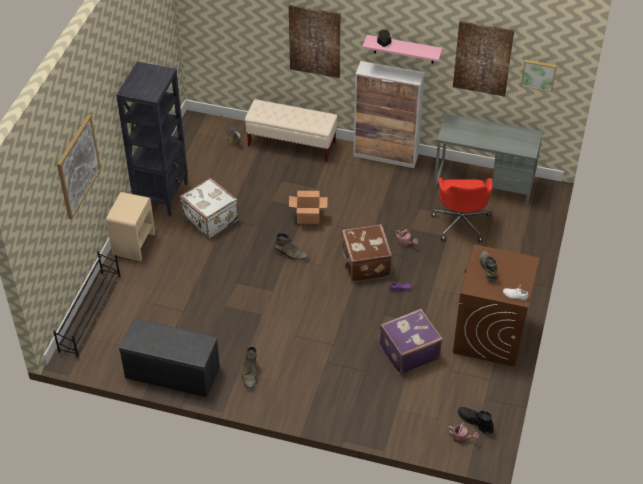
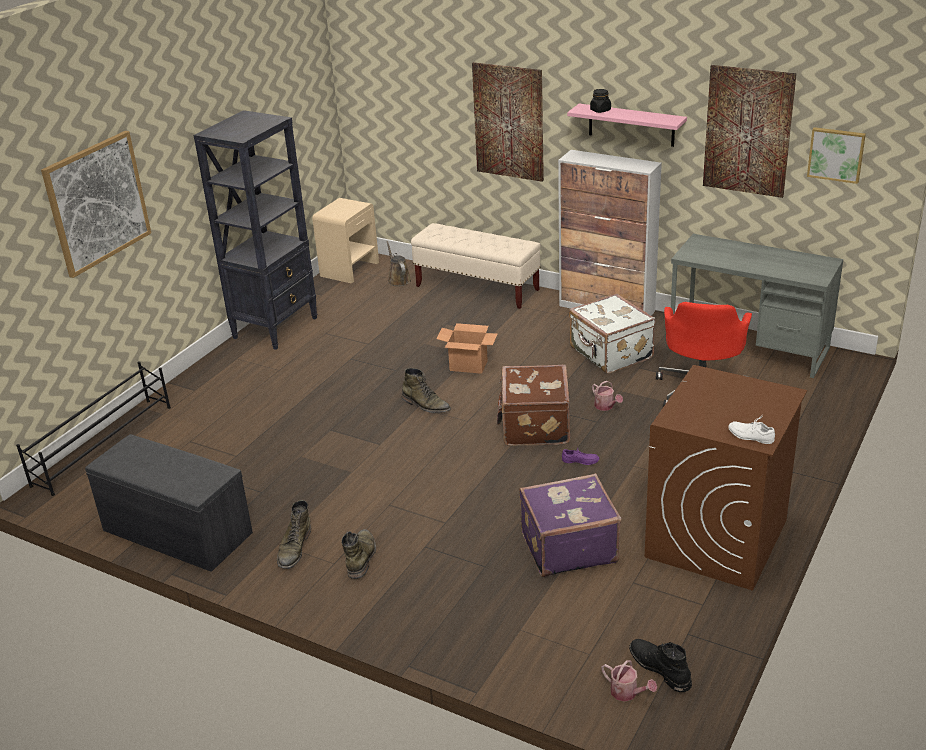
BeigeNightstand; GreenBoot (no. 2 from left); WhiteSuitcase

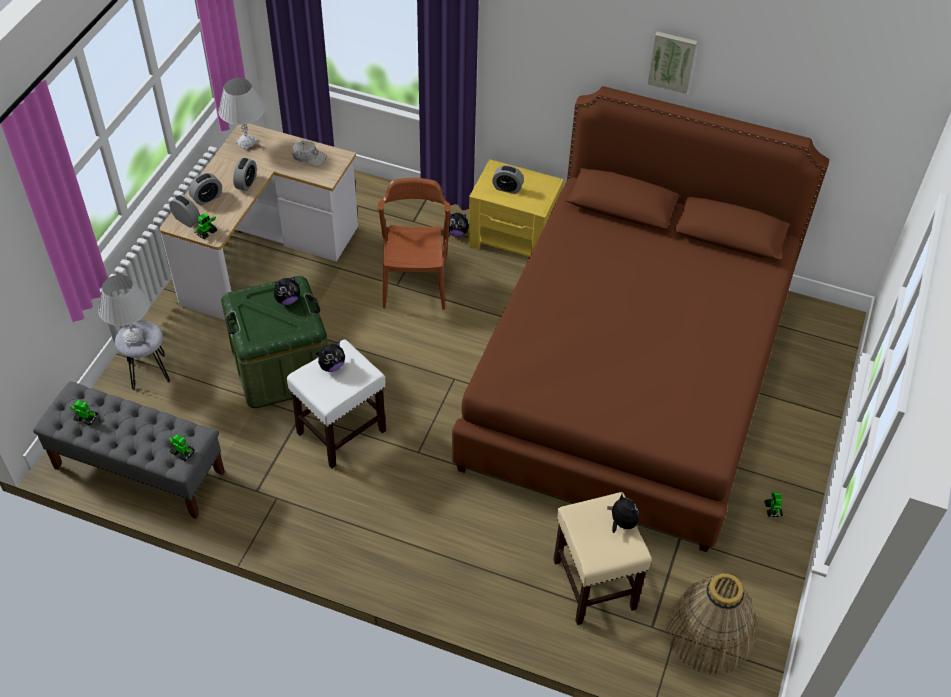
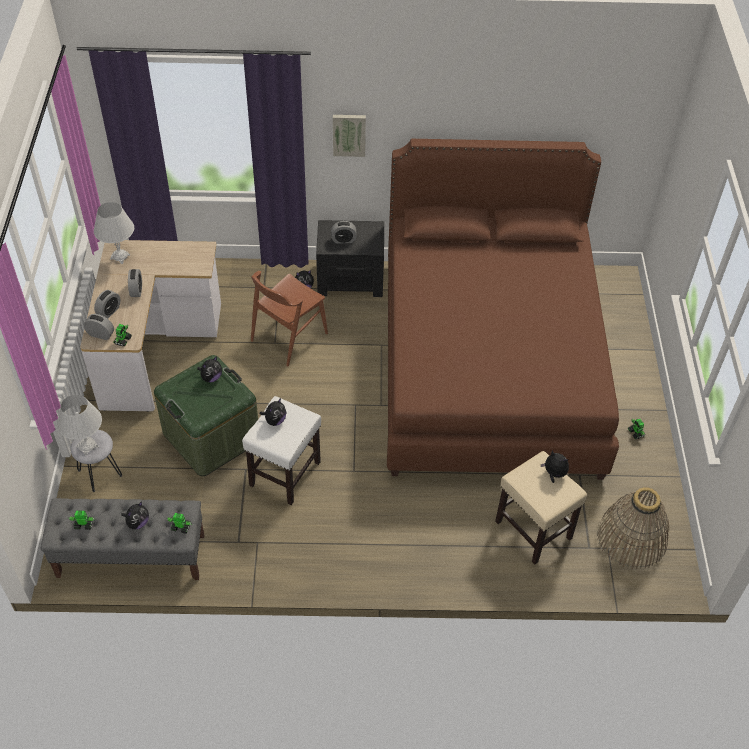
PlushToy (no. 1 from left); BrownChair; BlackNightstand; Picture; WhiteCap

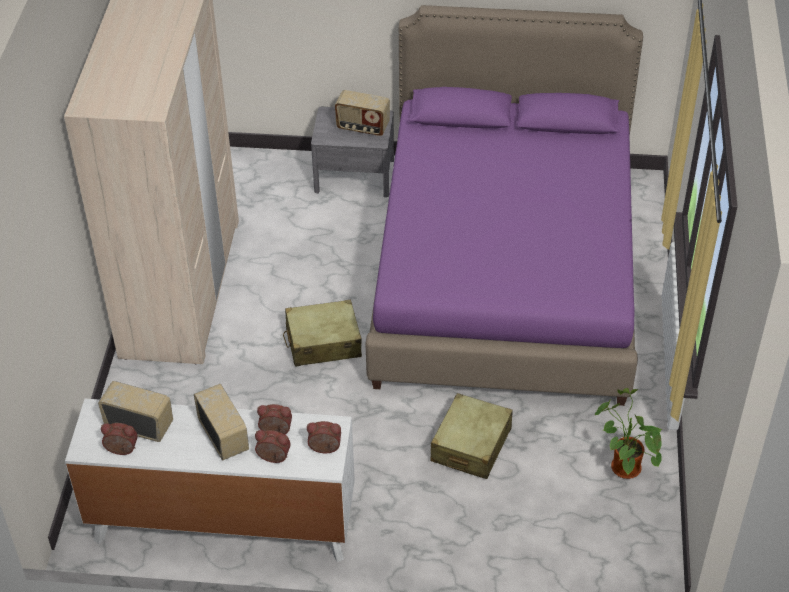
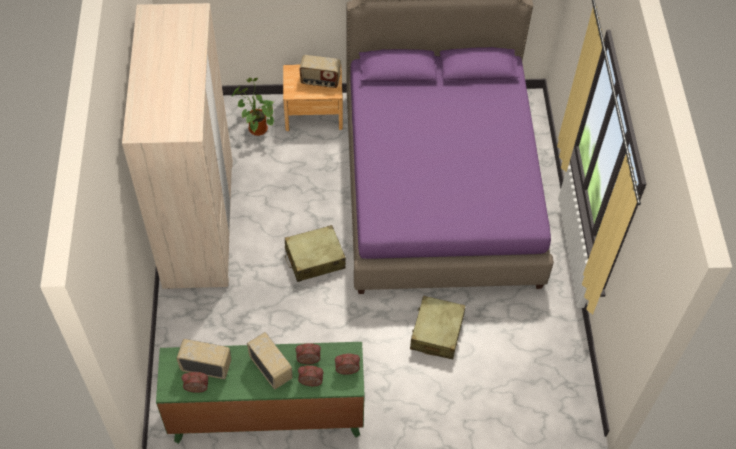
GreenDresser; PottedPlant; BrownNightstand

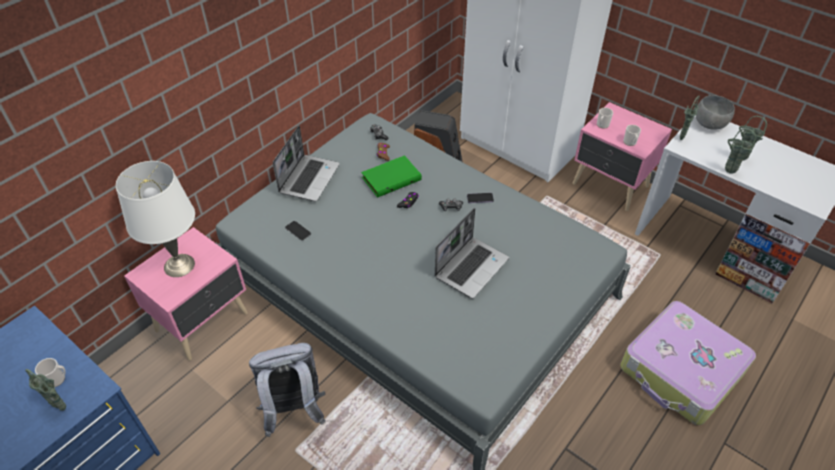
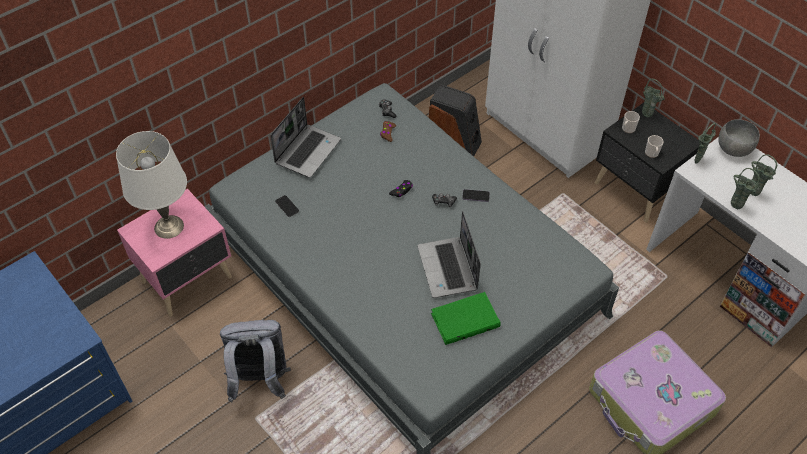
Laptop (no. 2 from left); GreenBook; BlackNightstand; GreenVase (no. 1 from left); Mug (no. 1 from left in the first image)

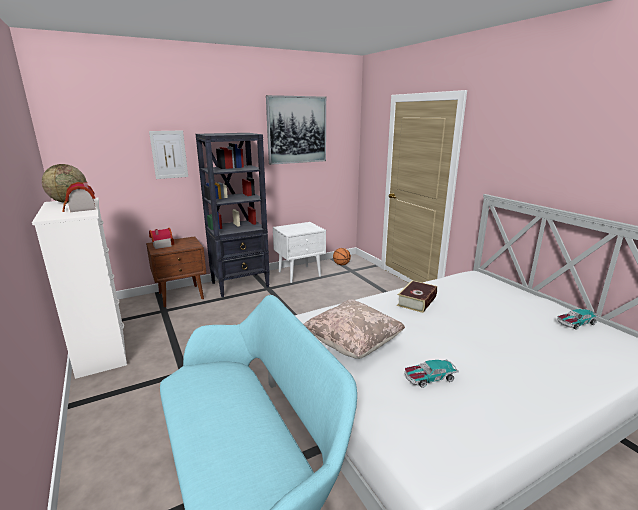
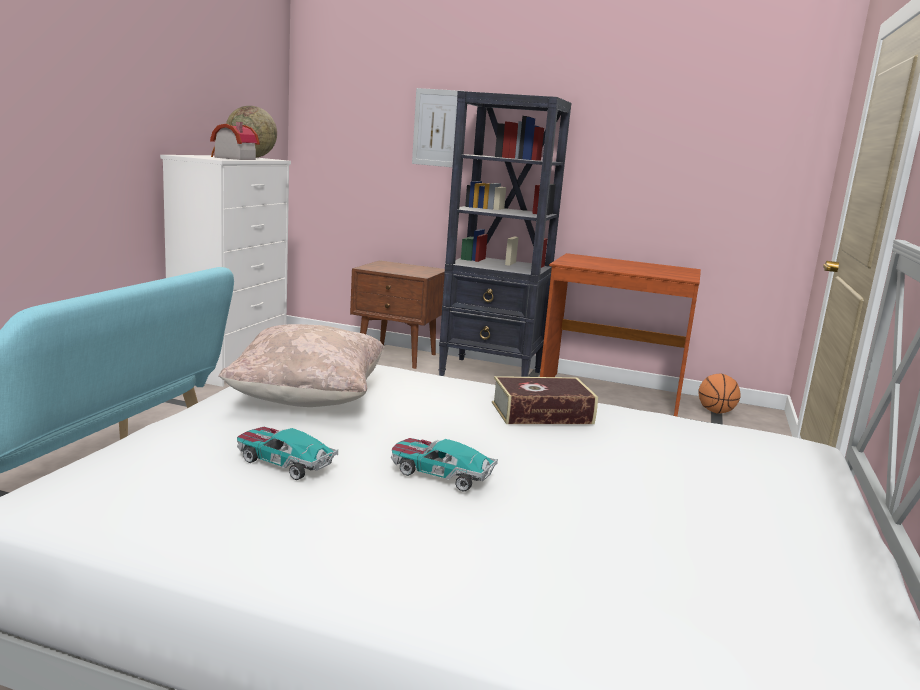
ToyCar (no. 2 from left); BrownDesk; ToyHouse (no. 2 from left in the first image); Picture (no. 2 from left in the first image)

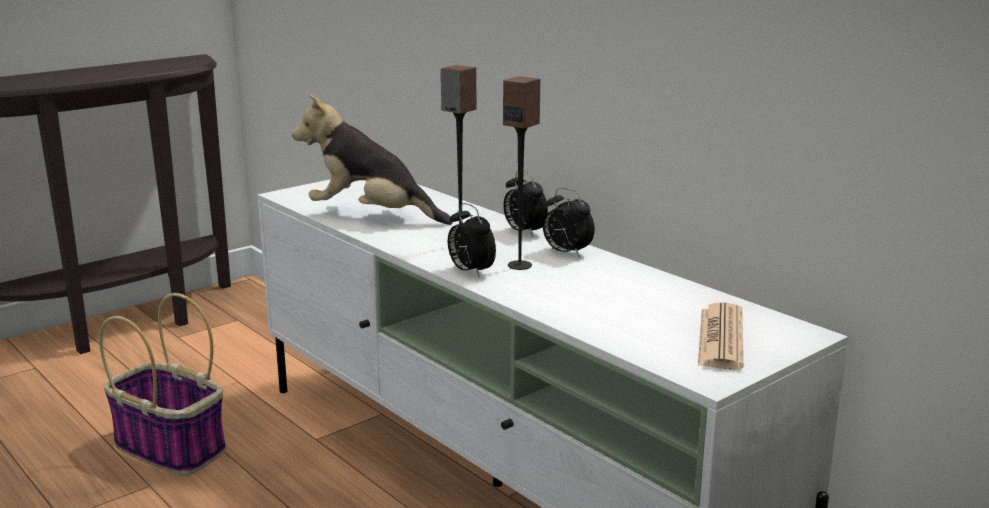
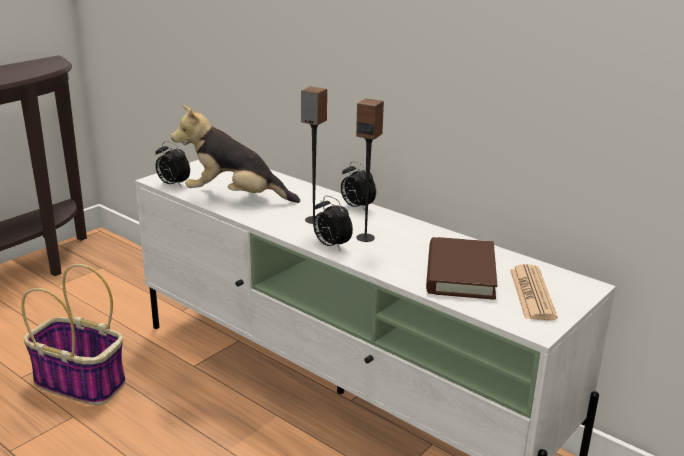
AlarmClock (no. 1 from left); BrownBook

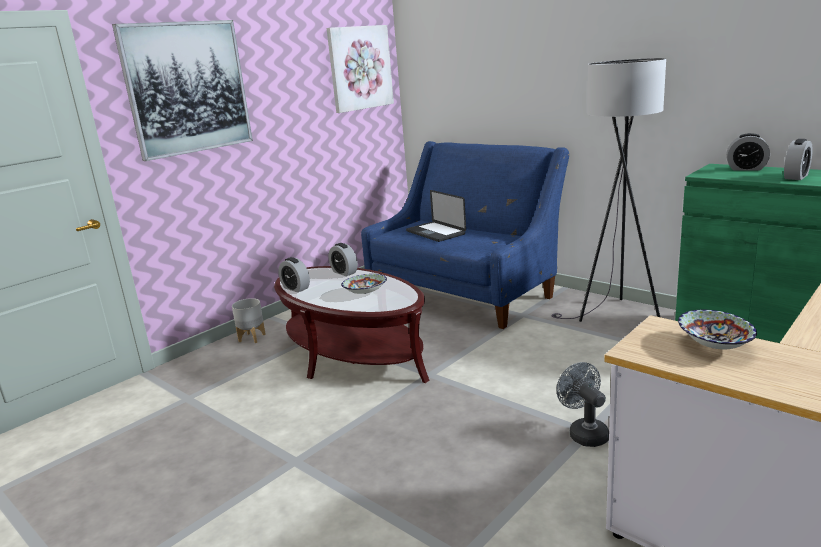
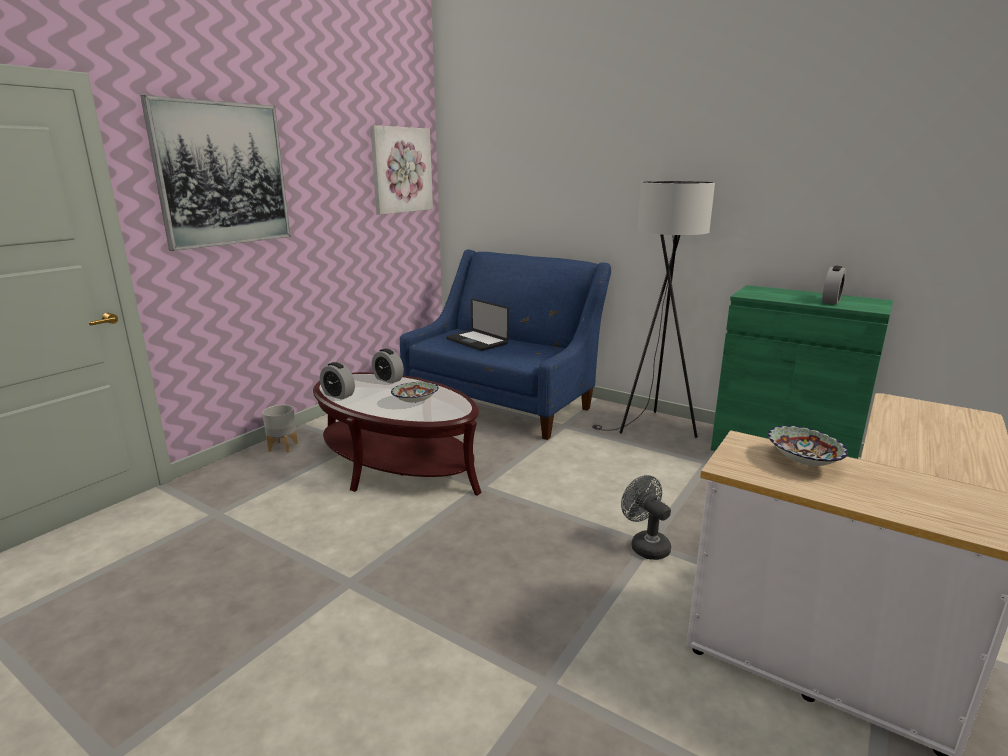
AlarmClock (no. 3 from left in the first image)

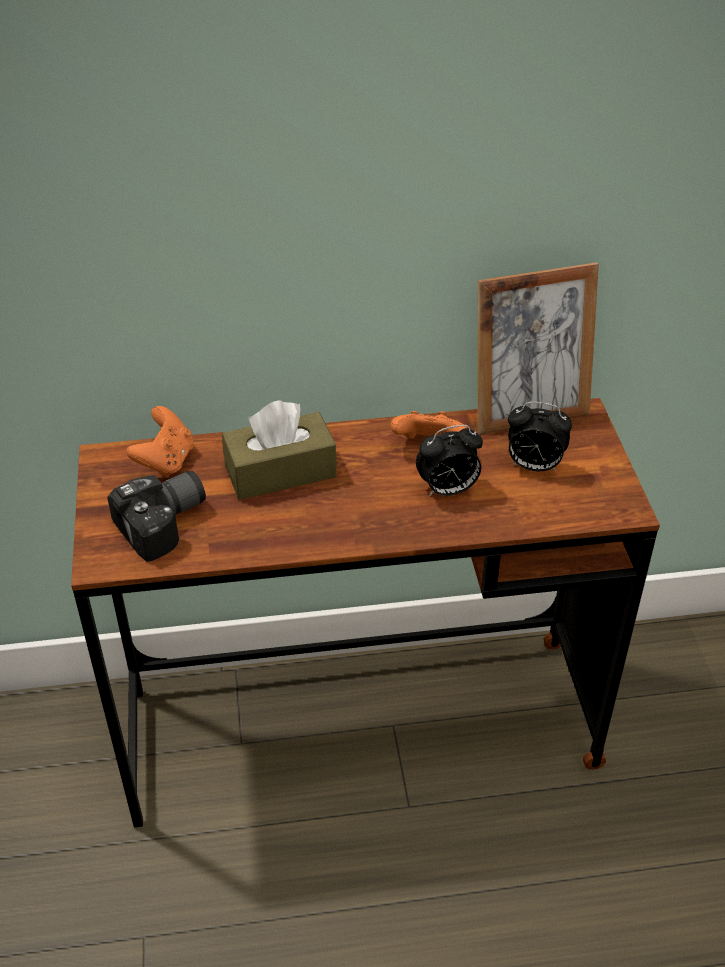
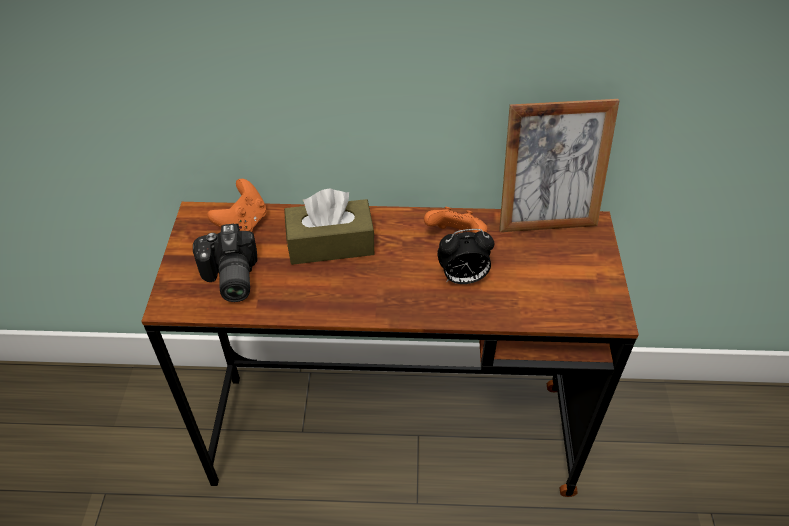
PhotoCamera; AlarmClock (no. 2 from left in the first image)

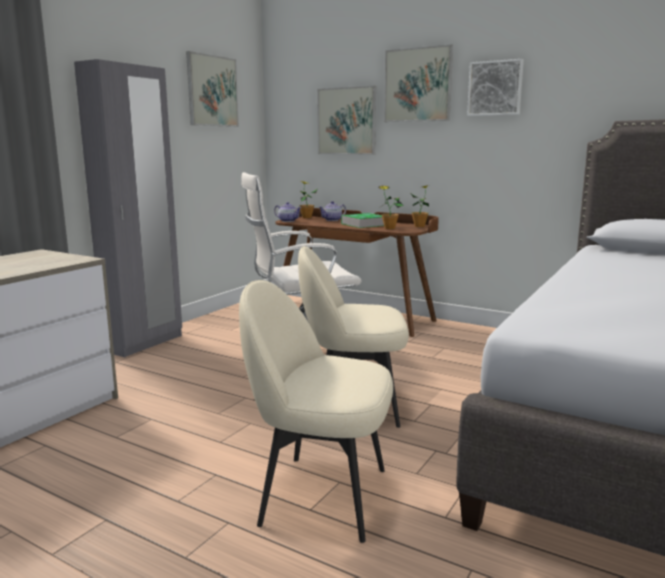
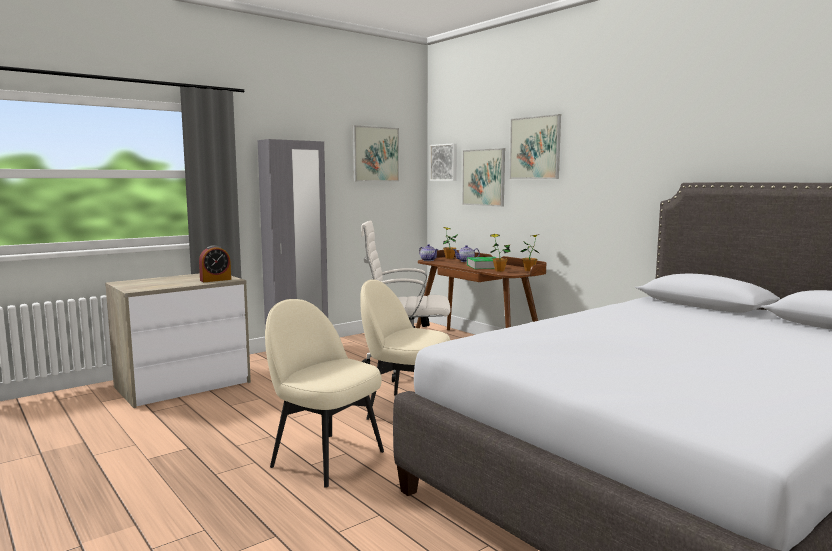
AlarmClock; Picture (no. 2 from left)

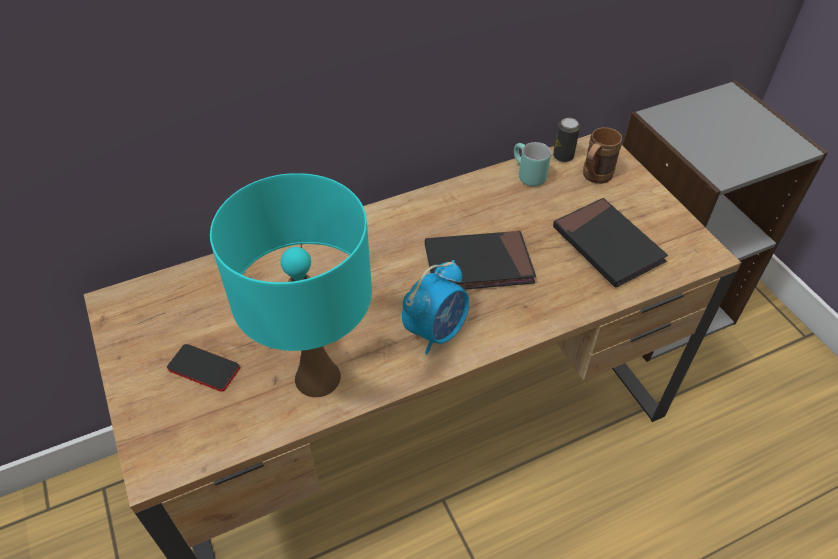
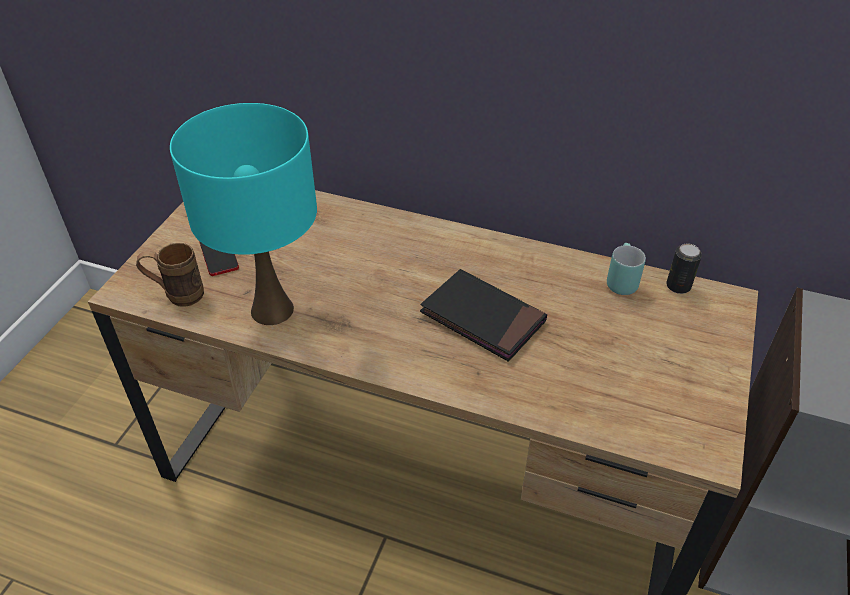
BrownMug; AlarmClock; BlackBook (no. 2 from left in the first image)

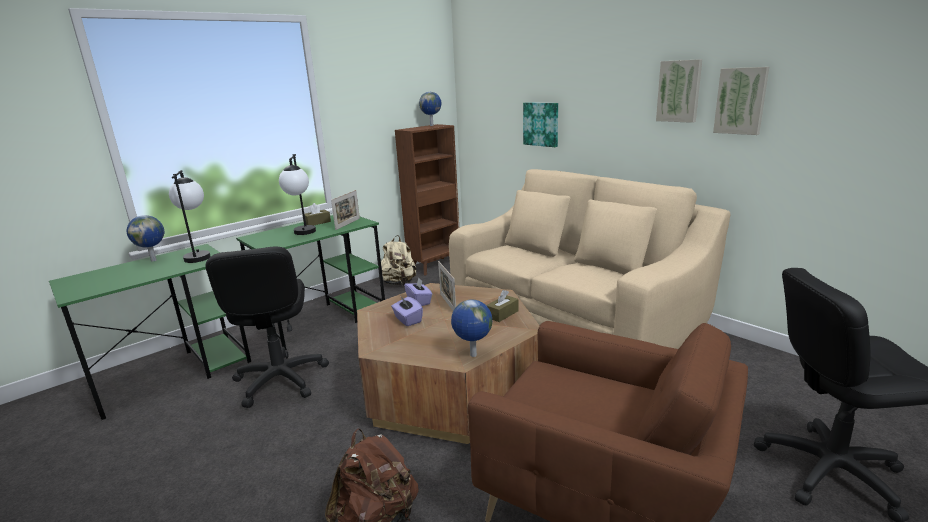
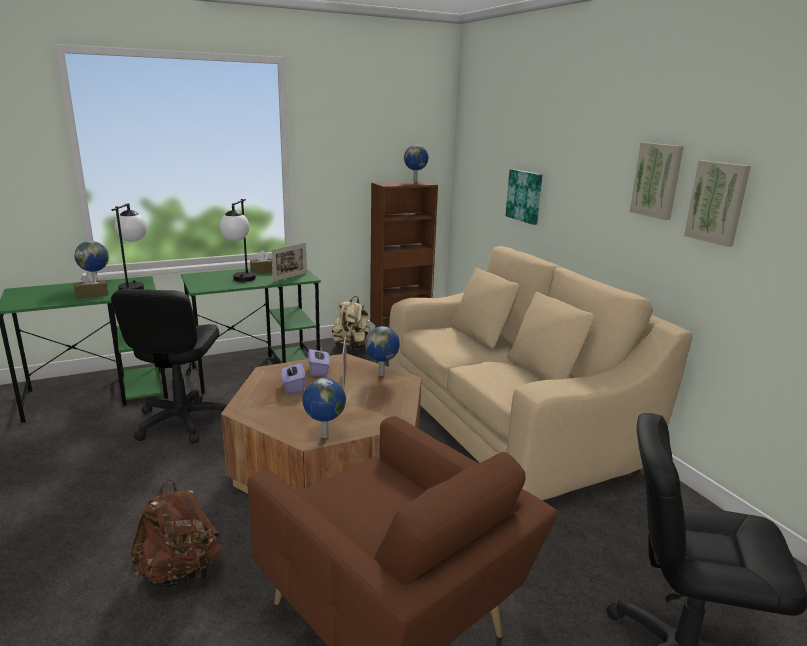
BrownTissueBox (no. 1 from left); Globe (no. 3 from left)

